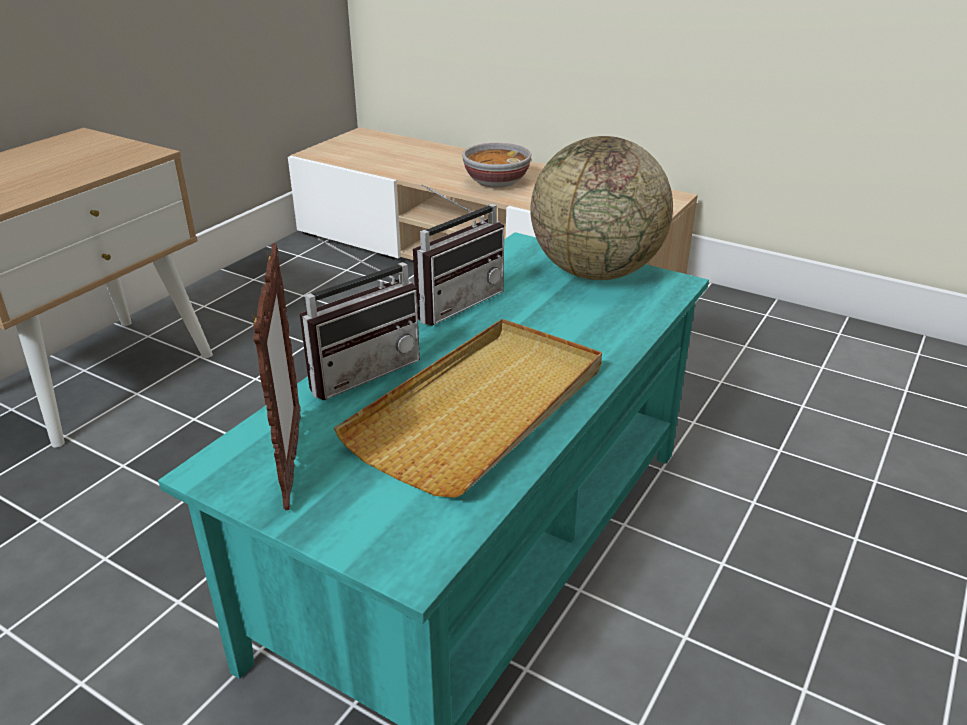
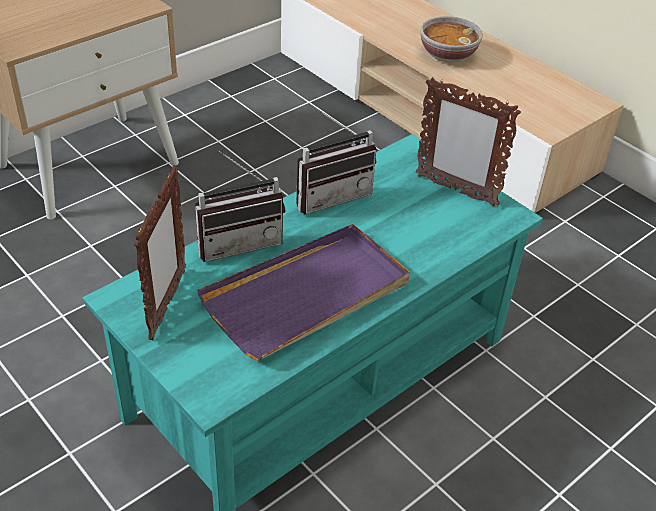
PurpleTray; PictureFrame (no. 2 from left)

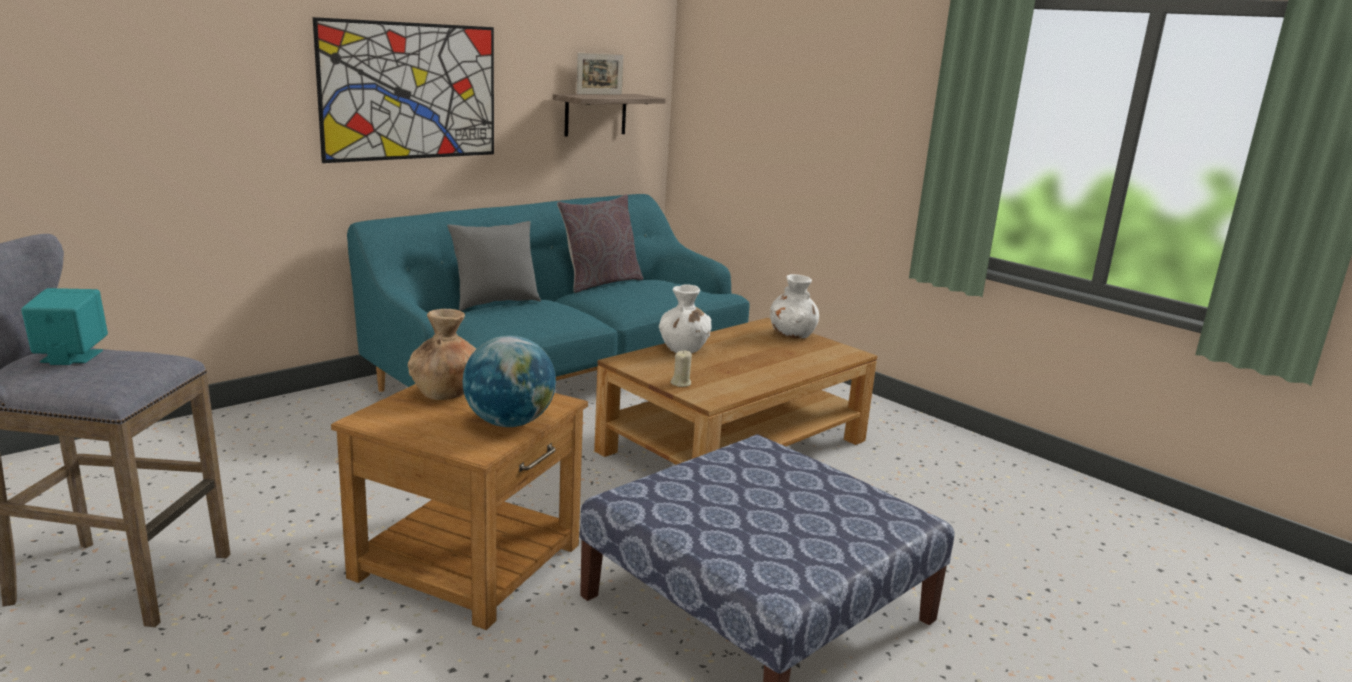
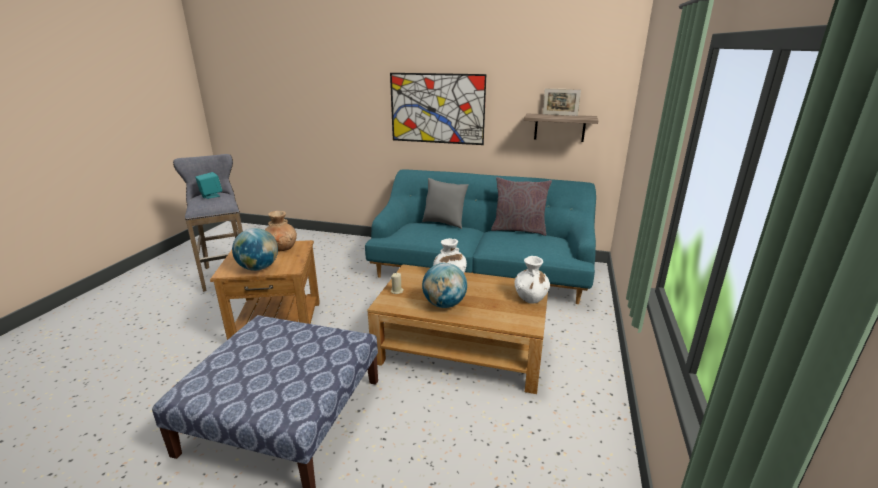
Globe (no. 2 from left)

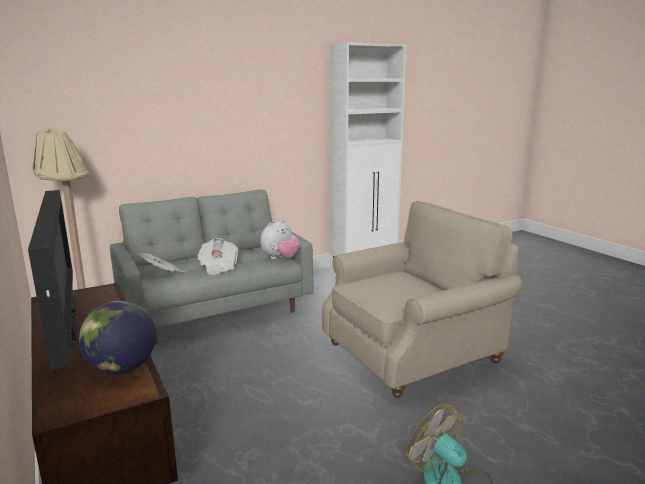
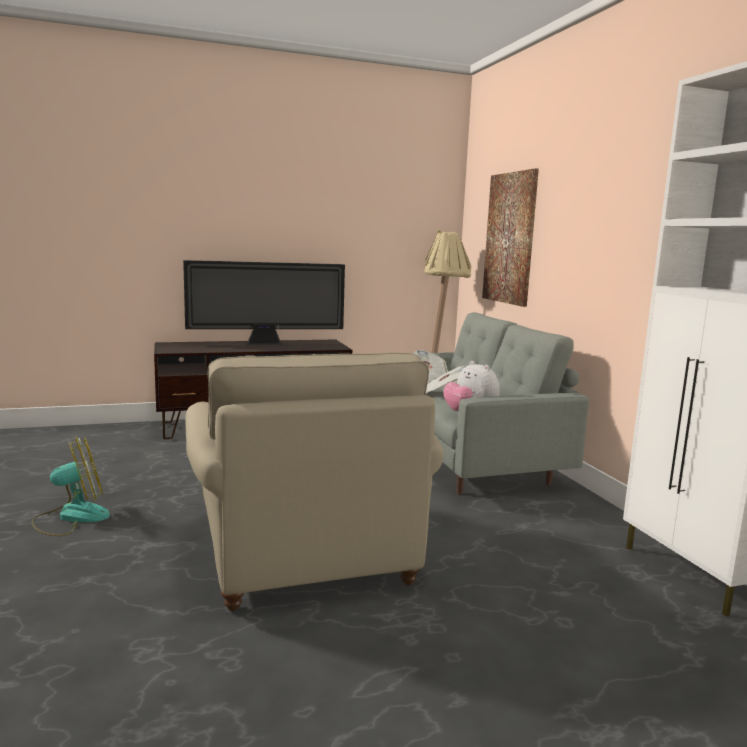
Picture; Globe

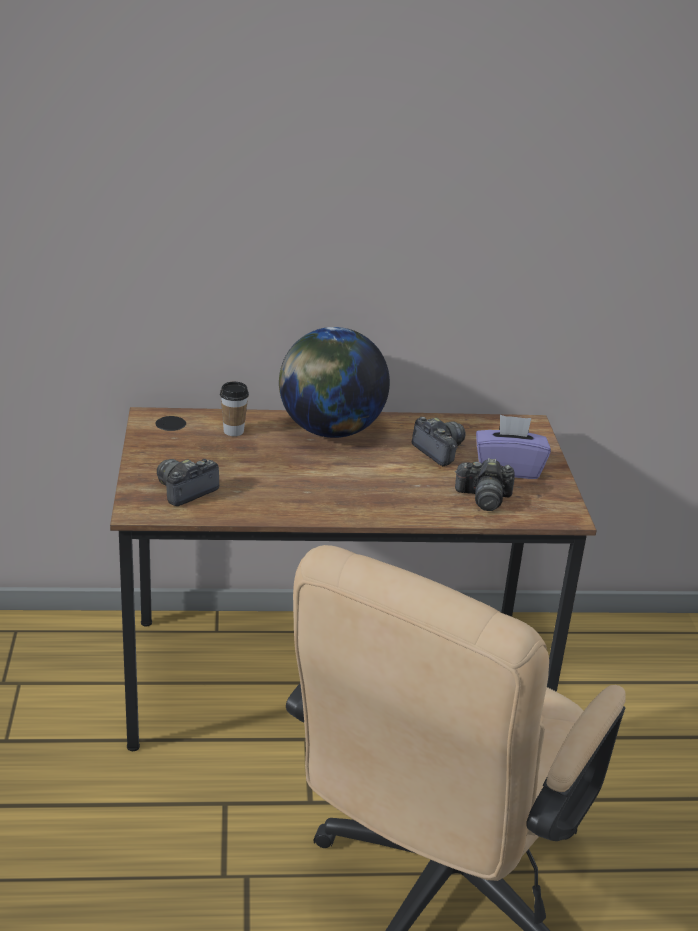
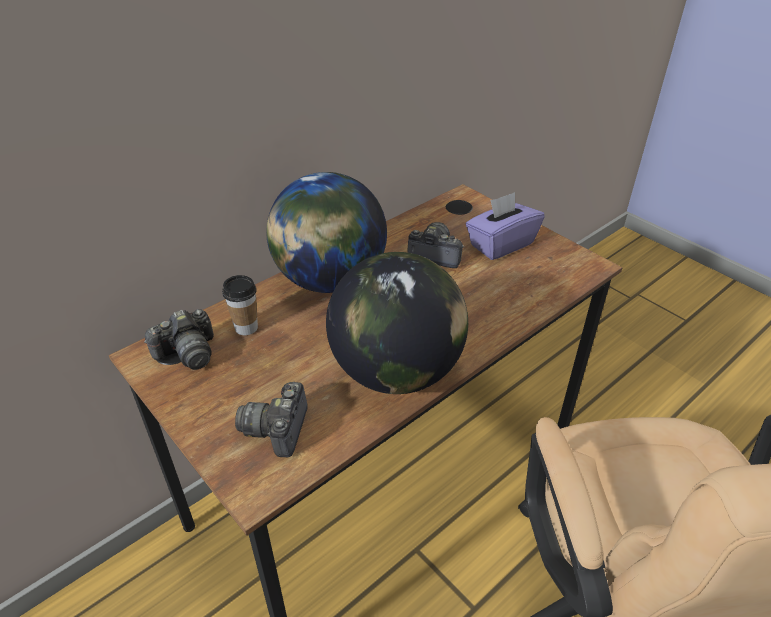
PhotoCamera (no. 1 from left); Globe (no. 2 from left)

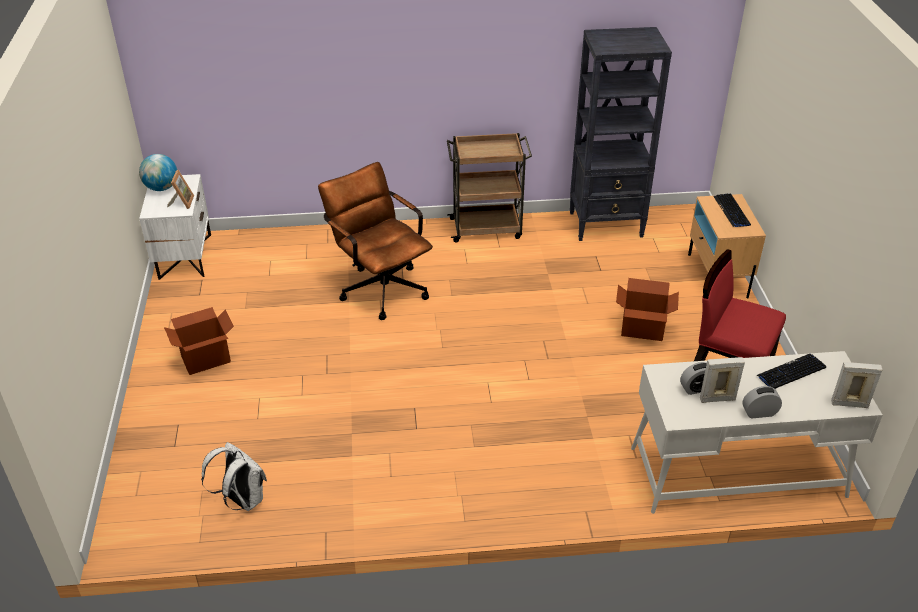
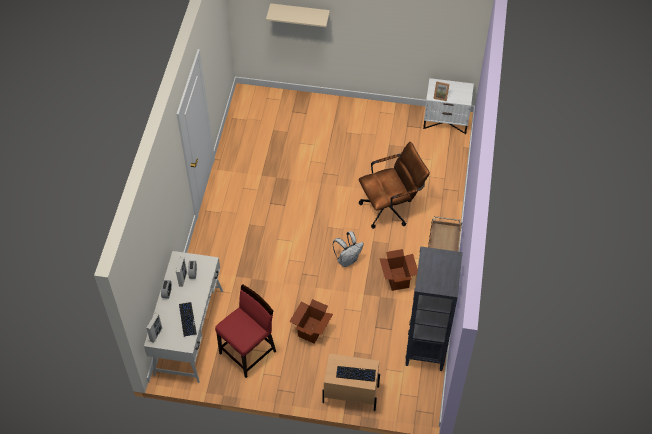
BeigeShelf; WhiteBackpack; CardboardBox (no. 2 from left); Globe

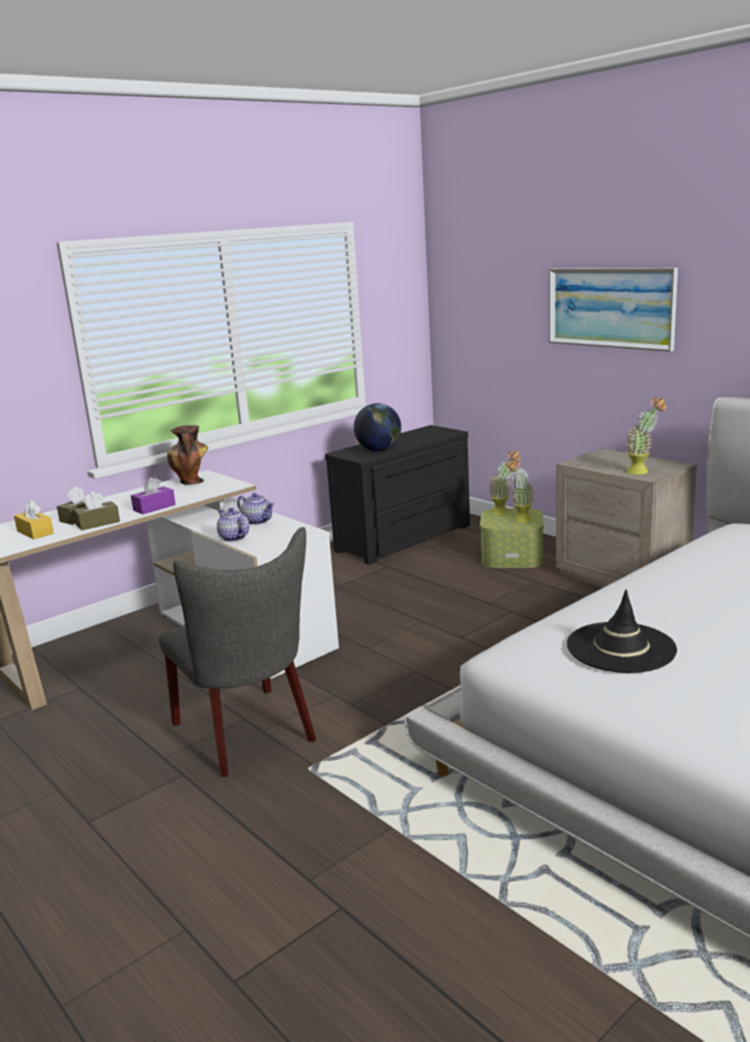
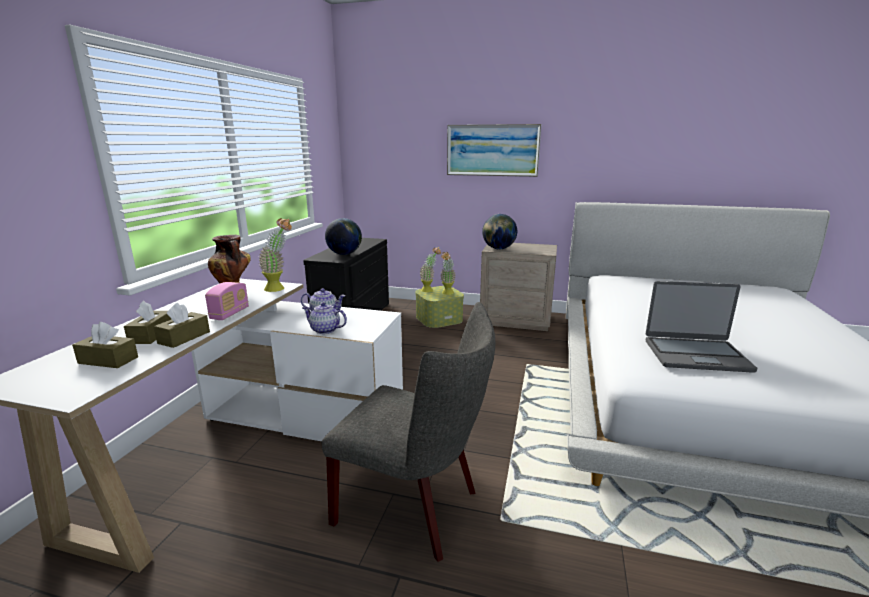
BrownTissueBox (no. 1 from left); Radio; PottedPlant (no. 1 from left); Globe (no. 2 from left); Laptop

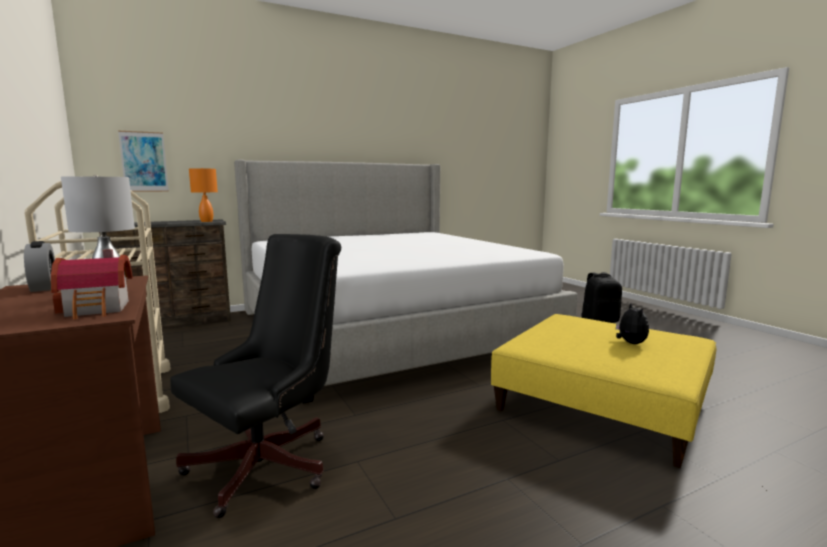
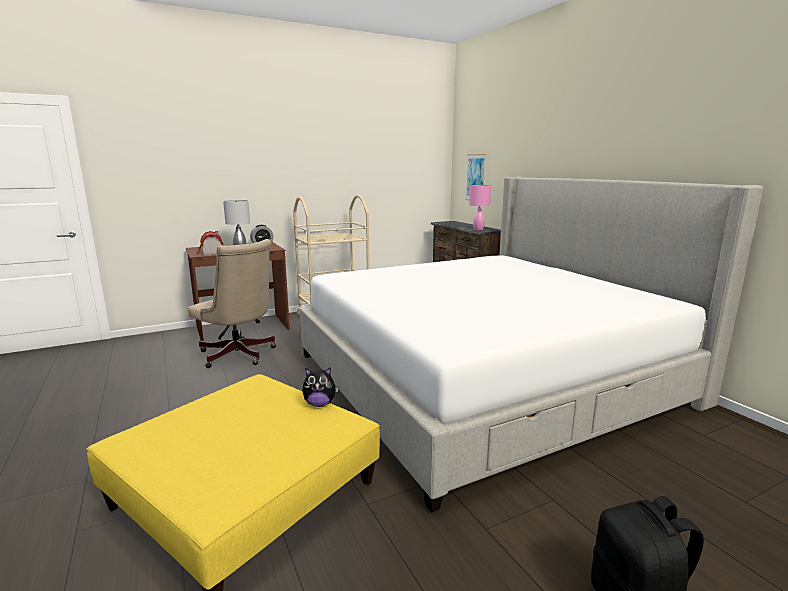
BeigeOfficeChair; PlushToy; PinkTableLamp

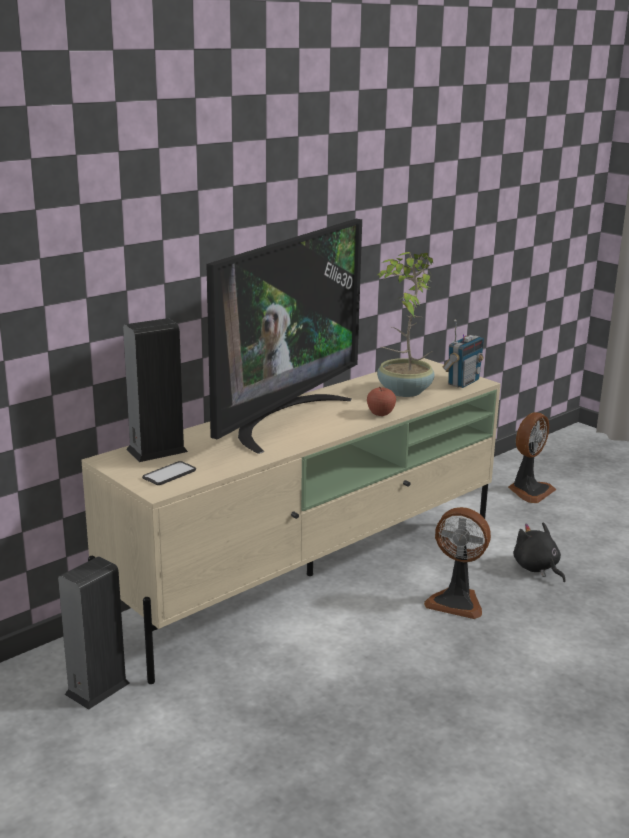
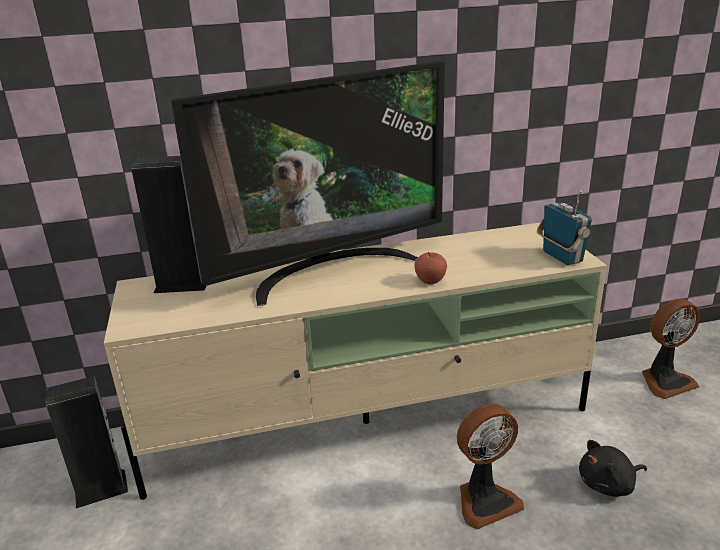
Fan (no. 1 from left); Radio; BlackPlushToy; Phone; PottedPlant

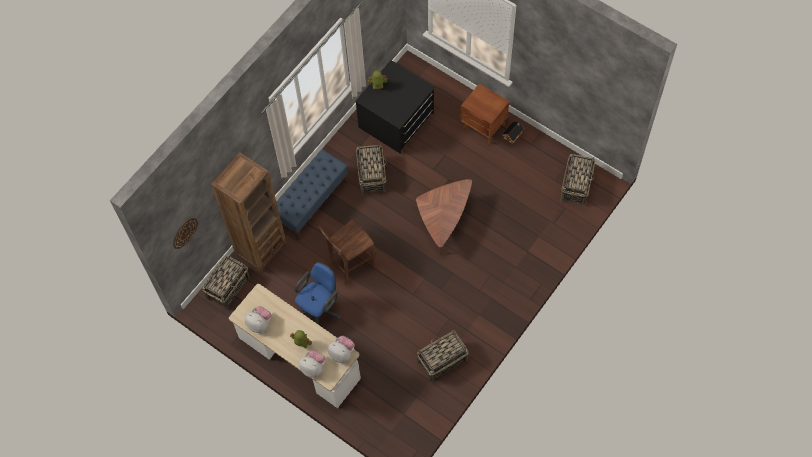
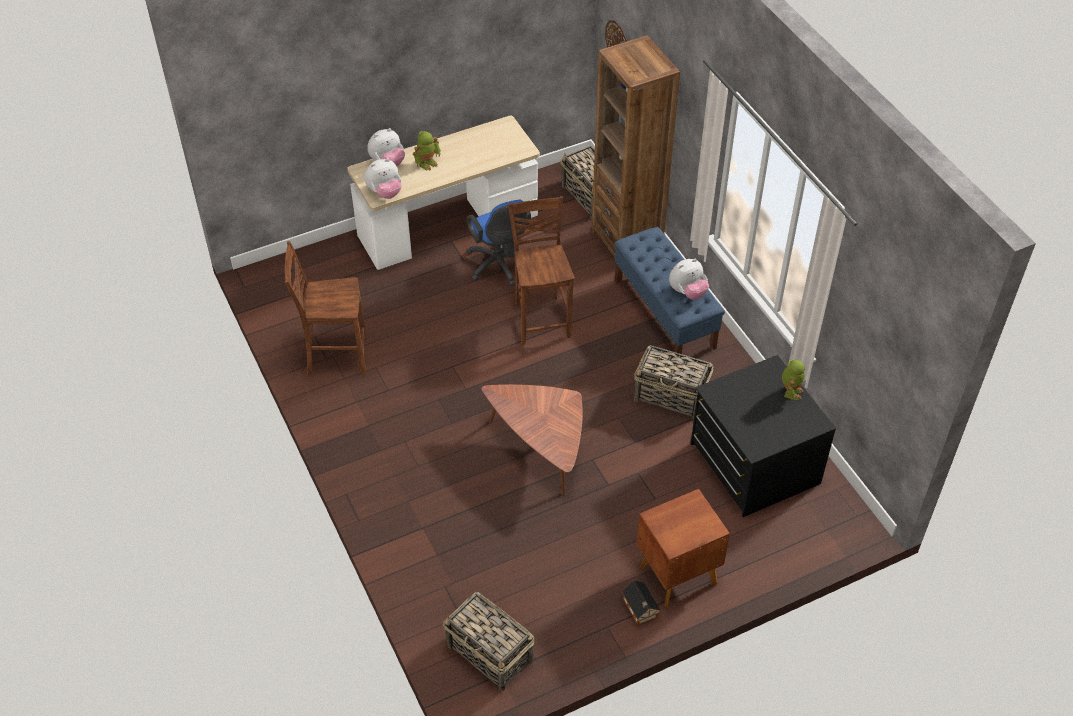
BrownChair (no. 1 from left); PlushToy (no. 3 from left)

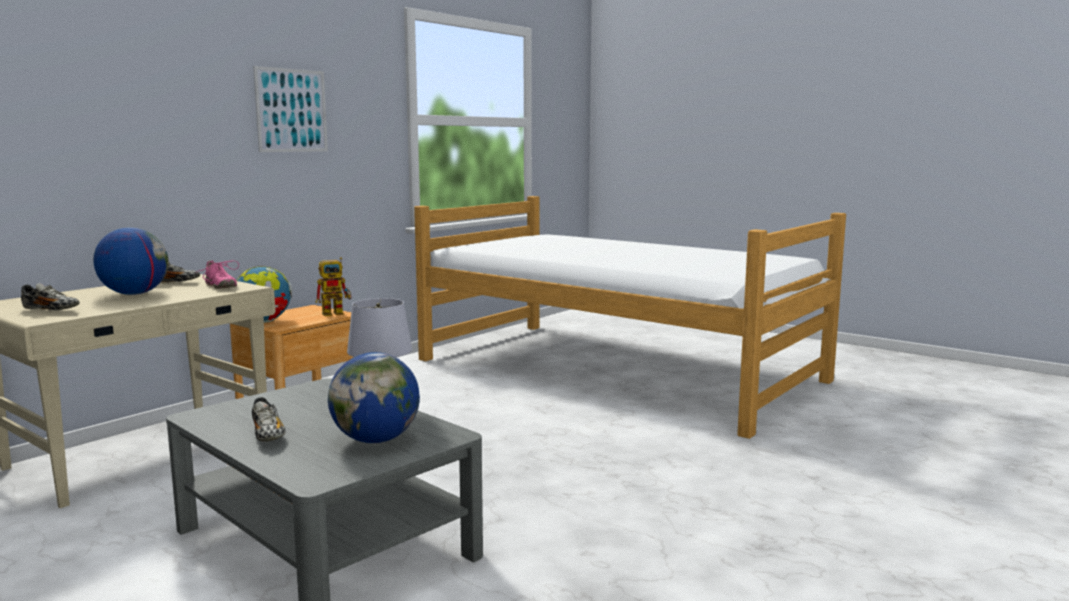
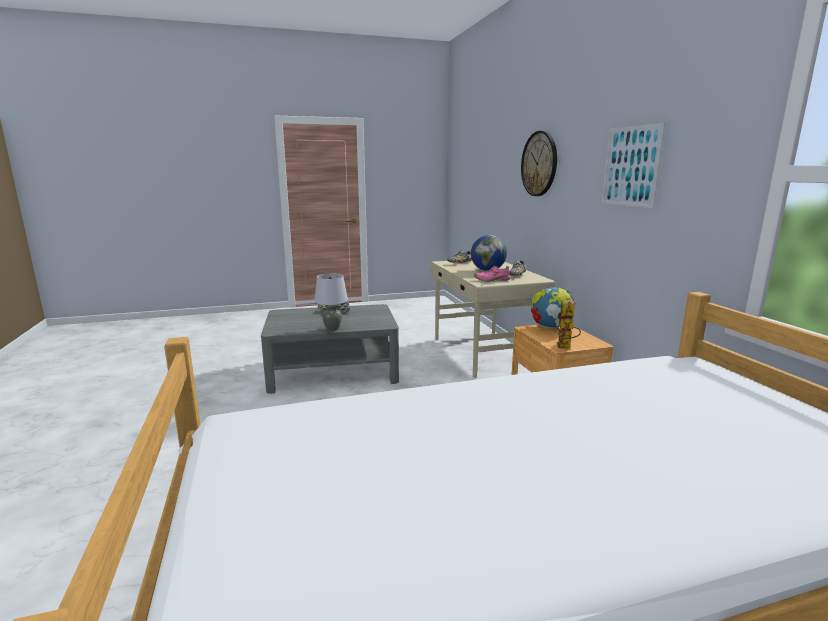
WallClock; Globe (no. 3 from left in the first image)

